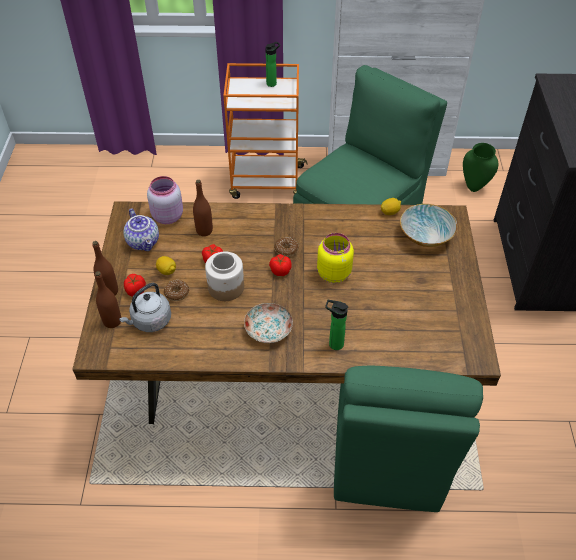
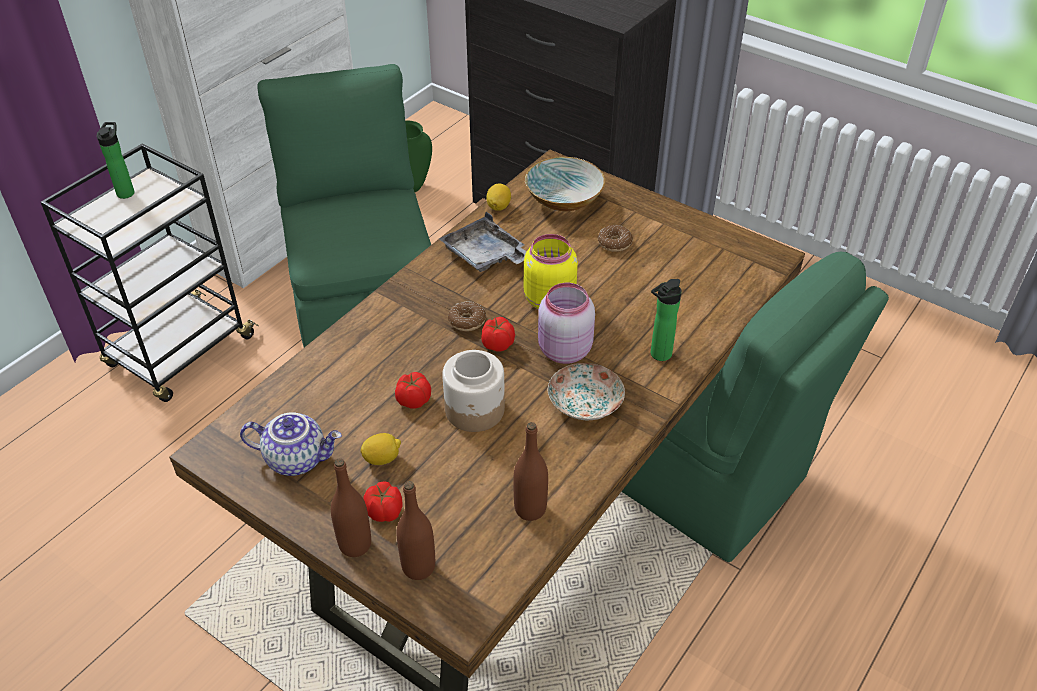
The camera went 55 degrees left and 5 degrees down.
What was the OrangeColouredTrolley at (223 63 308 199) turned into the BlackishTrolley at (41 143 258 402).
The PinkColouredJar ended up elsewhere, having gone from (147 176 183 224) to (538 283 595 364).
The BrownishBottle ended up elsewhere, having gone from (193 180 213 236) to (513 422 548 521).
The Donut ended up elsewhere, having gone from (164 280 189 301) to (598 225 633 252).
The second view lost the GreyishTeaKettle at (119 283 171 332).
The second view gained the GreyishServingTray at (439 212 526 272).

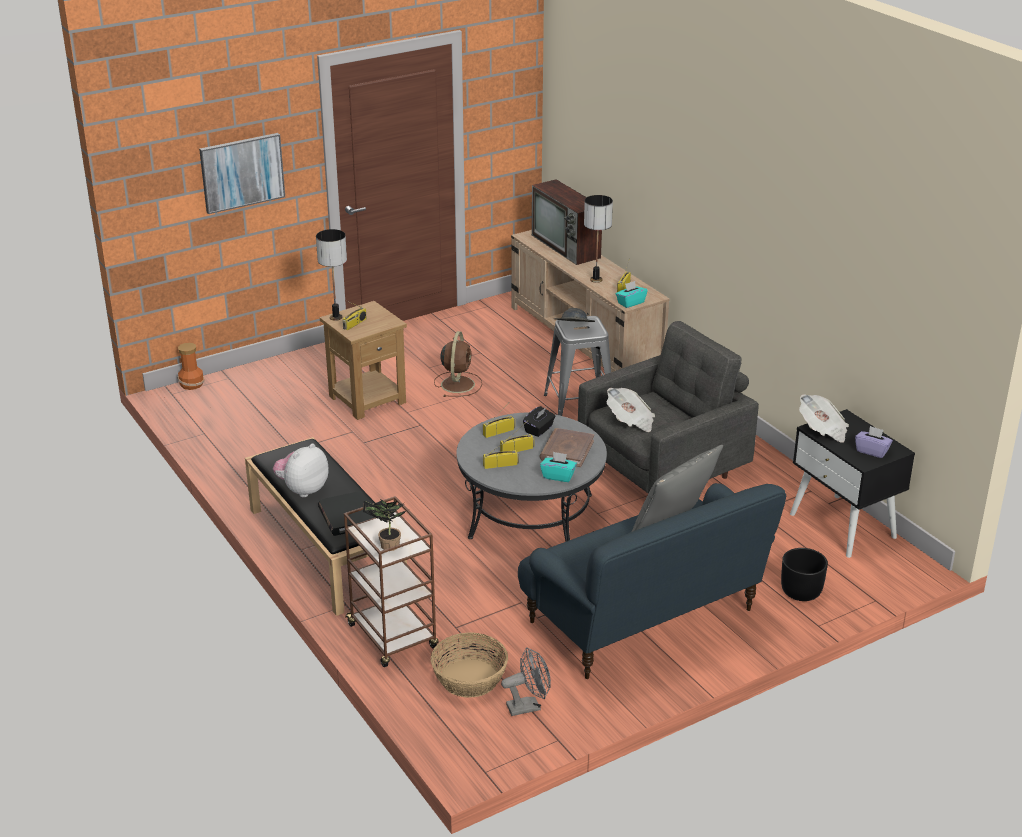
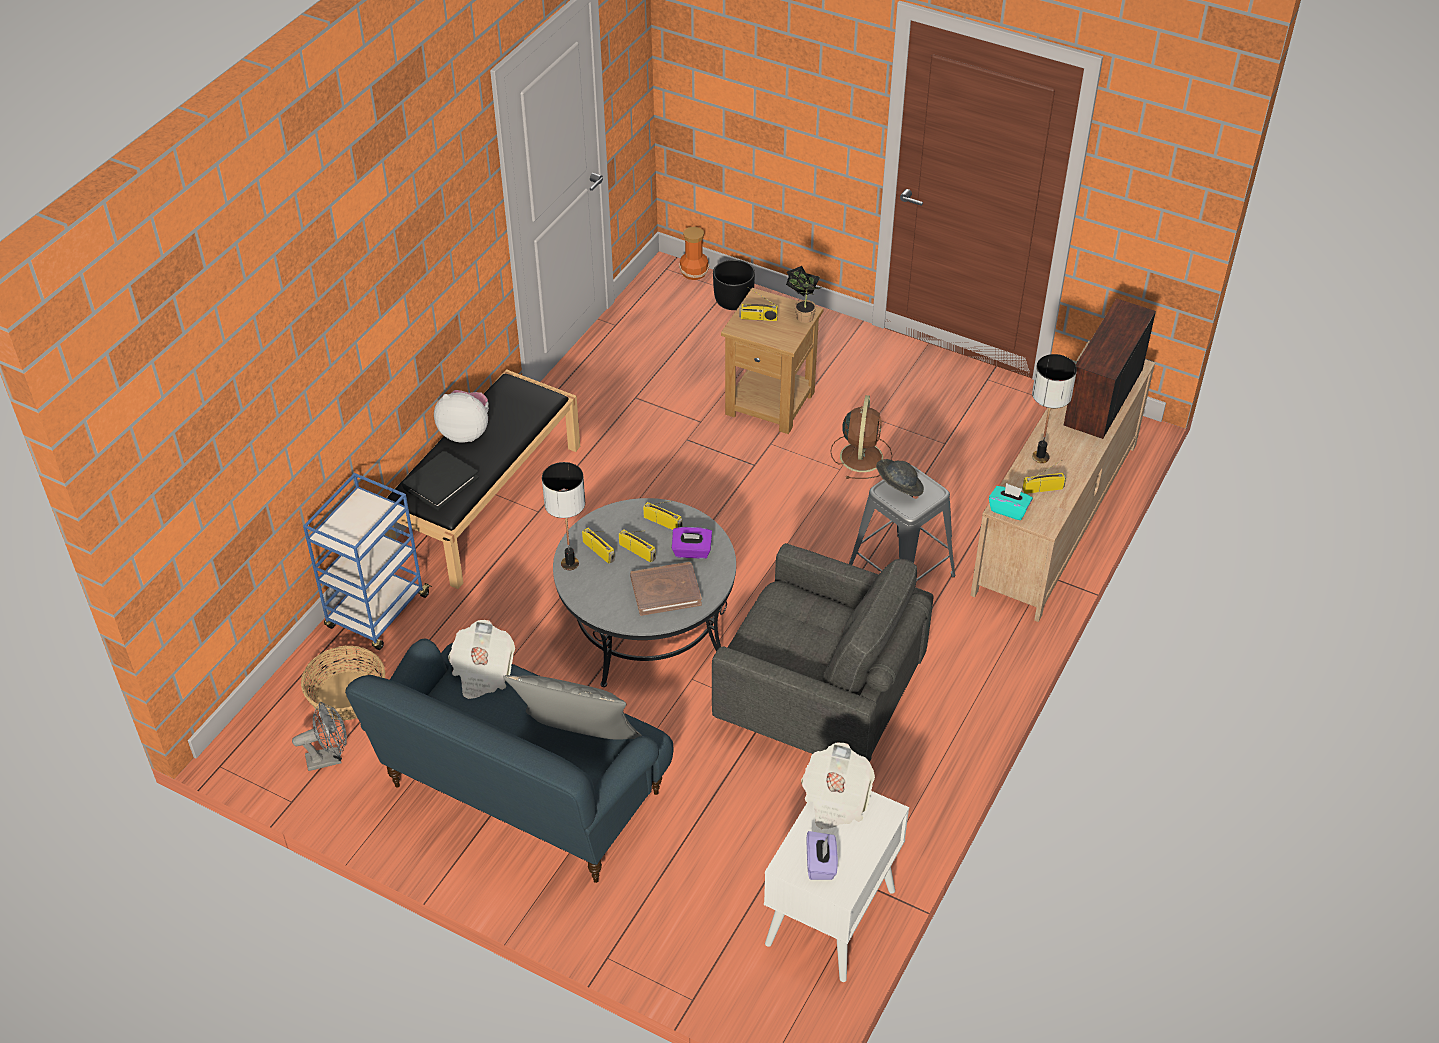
The camera went 60 degrees right and 15 degrees up.
The second view lost the WallArt at (199 133 285 214).
The TabletopLamp ended up elsewhere, having gone from (316 229 347 321) to (542 462 585 570).
The BrownishCoolingFan at (434 331 482 397) ended up facing another way, 60 degrees counterclockwise from before.
The PrintedPaper ended up elsewhere, having gone from (607 388 655 432) to (448 620 515 699).
What was the BlackishTissueHolder at (523 406 555 437) turned into the PurpleColouredTissueHolder at (672 527 712 559).
What was the BlackishNightTable at (790 409 915 558) turned into the WhitishNightTable at (764 791 909 982).
The second view lost the TurquoiseColouredTissueHolder at (540 452 577 482).
What was the BrownishTrolley at (344 496 438 667) turned into the BlueColouredTrolley at (303 473 432 650).
The PottedPlant ended up elsewhere, having gone from (363 498 408 551) to (786 266 822 323).
The BlackishFlowerPot ended up elsewhere, having gone from (781 548 828 601) to (713 260 755 310).
The GreyishCoolingFan at (501 647 551 716) ended up facing another way, 60 degrees counterclockwise from before.

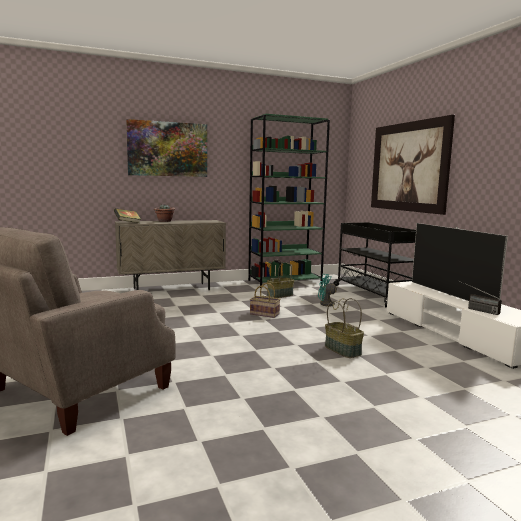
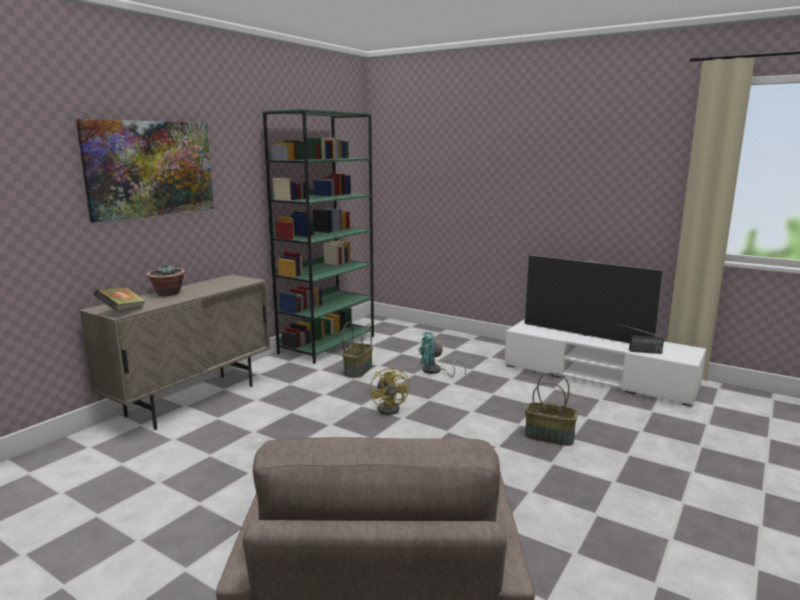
The camera went 35 degrees left and 5 degrees up.
The second view lost the WallArt at (371 115 455 215).
The second view lost the BlackishTrolley at (333 222 416 308).
Where the HouseholdBasket stood at (250 283 280 318), the YellowCoolingFan came to stand at (370 366 410 415).

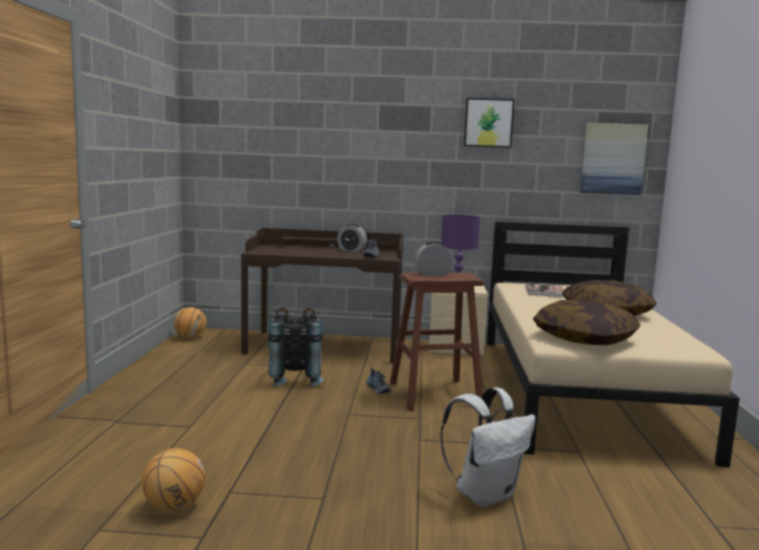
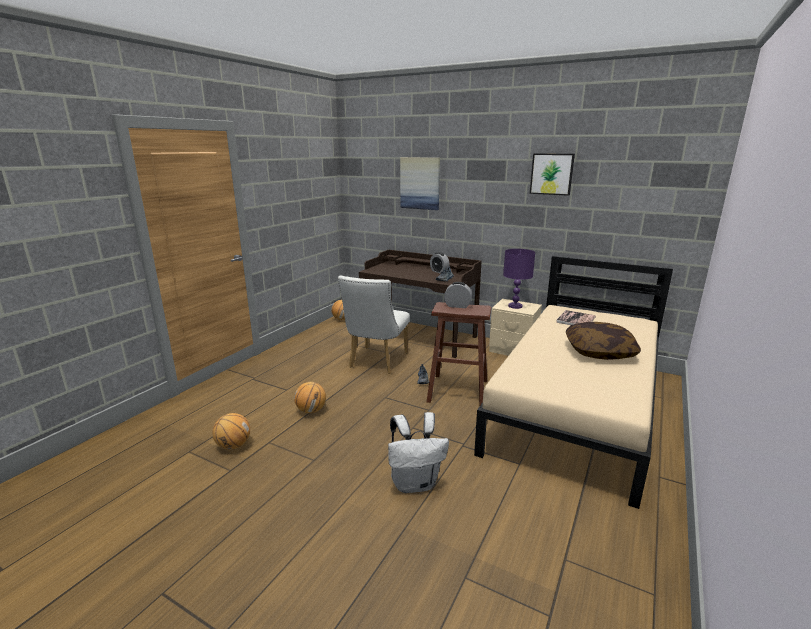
The camera went 25 degrees right and 10 degrees up.
The WallArt ended up elsewhere, having gone from (580 123 648 195) to (400 157 440 210).
The second view lost the ThrowPillow at (533 299 641 345).
Where the BlackishBackpack stood at (269 307 324 387), the WhitishPlainChair came to stand at (338 276 410 374).
The second view gained the Basketball at (294 382 326 413).

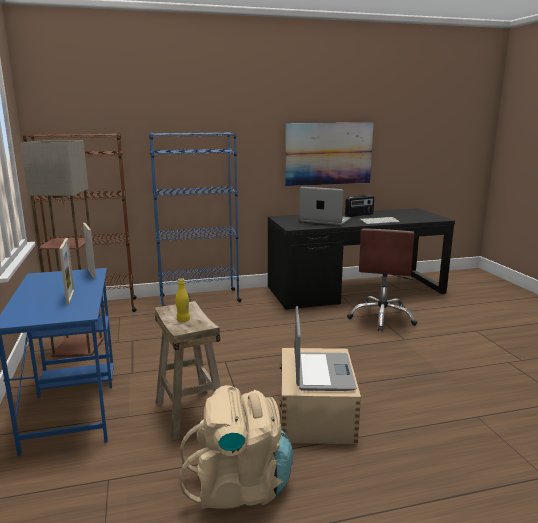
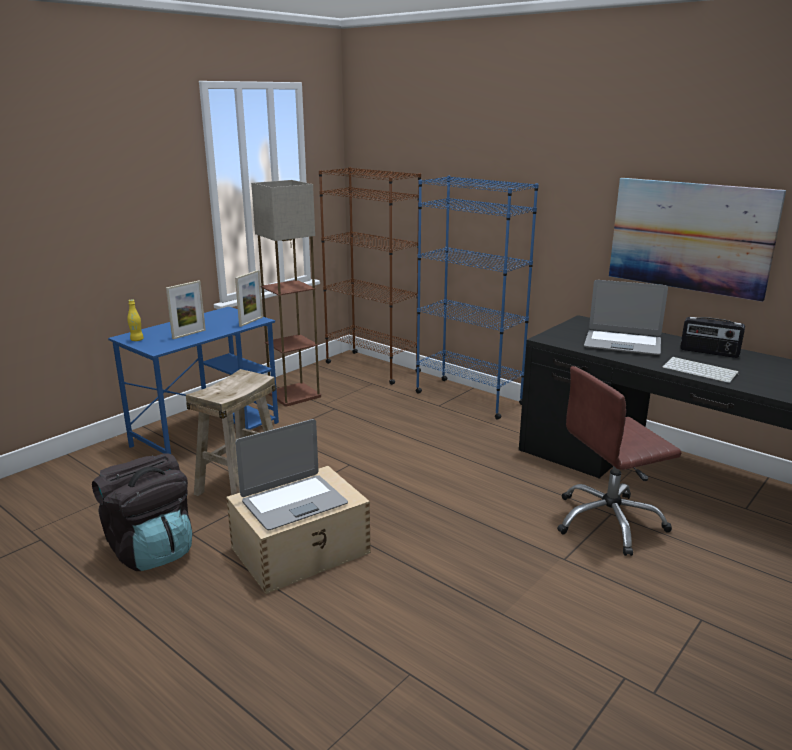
The camera went 55 degrees right and 5 degrees up.
The Laptop at (299 187 351 225) ended up facing another way, 120 degrees clockwise from before.
The YellowBottle ended up elsewhere, having gone from (176 278 190 322) to (127 300 144 341).
What was the BeigeBackpack at (179 385 293 509) turned into the BlackishBackpack at (92 453 192 571).

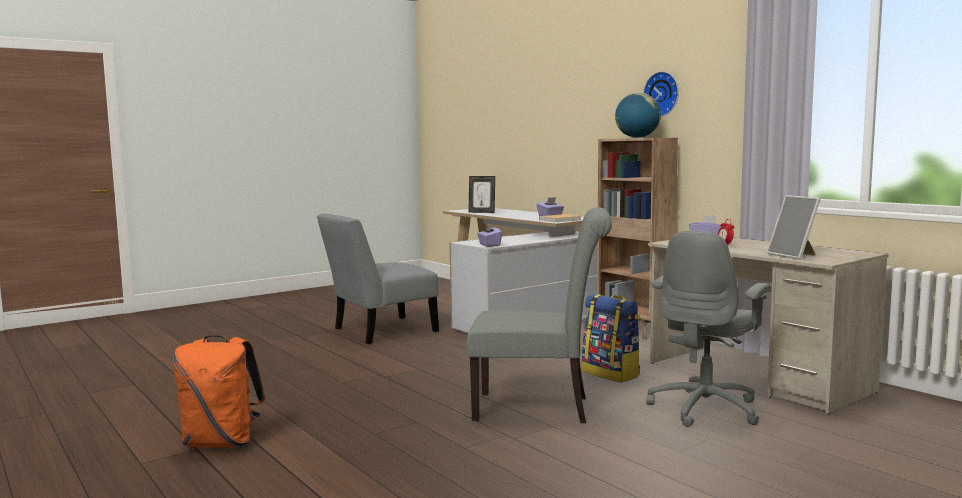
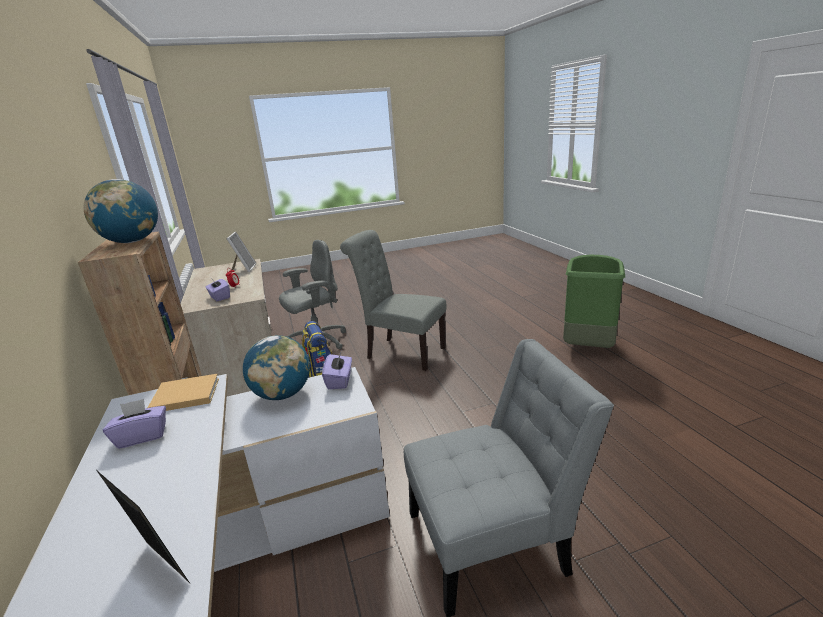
The camera went 160 degrees left and 15 degrees up.
The second view lost the HangingClock at (643 71 679 116).
Where the OrangeColouredBackpack stood at (173 335 265 448), the GreenColouredTrashCan came to stand at (563 255 625 348).
The second view gained the Globe at (243 335 310 400).

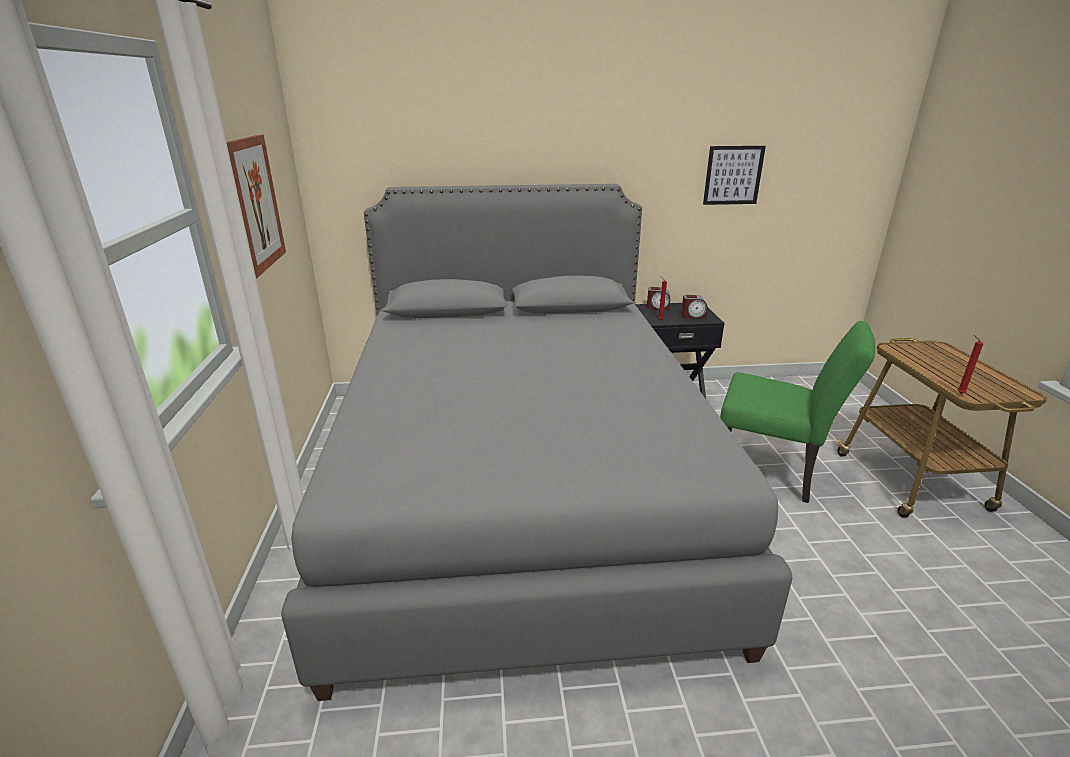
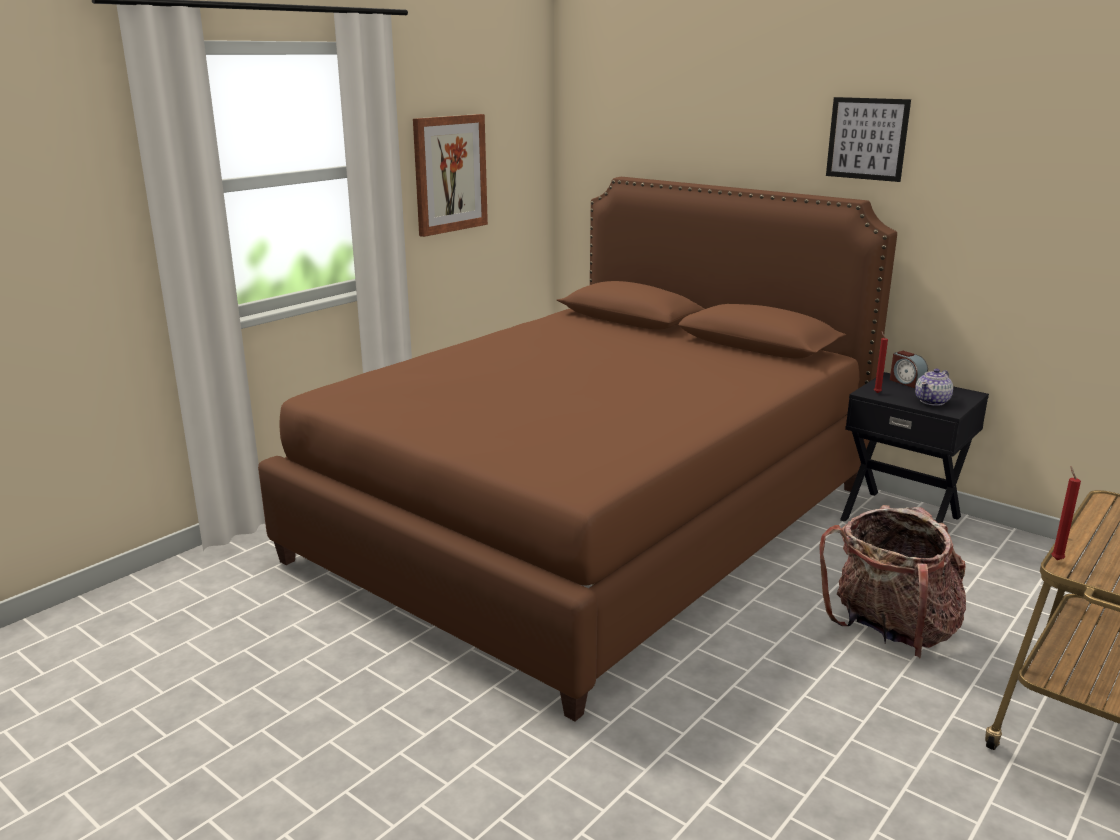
The camera went 45 degrees right and 5 degrees down.
The WallArt ended up elsewhere, having gone from (703 146 766 205) to (826 97 911 182).
What was the GreyishBedroomBed at (281 184 792 701) turned into the BrownishBedroomBed at (258 177 897 721).
Where the TableClock stood at (681 295 707 318), the TeaPot came to stand at (915 369 953 406).
Where the GreenColouredPlainChair stood at (720 321 875 503), the Backpack came to stand at (819 505 966 659).

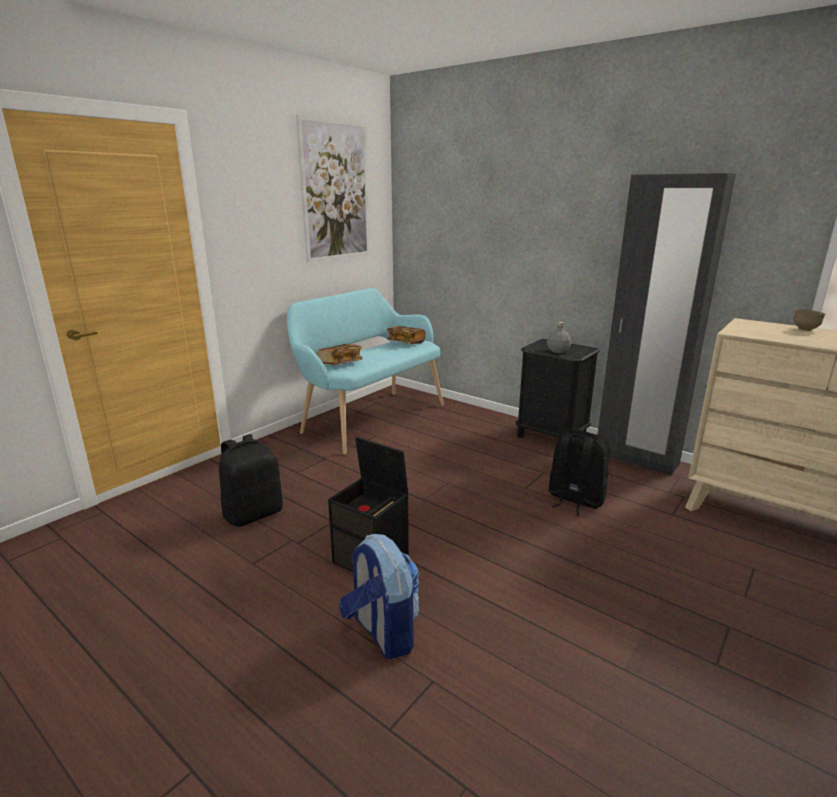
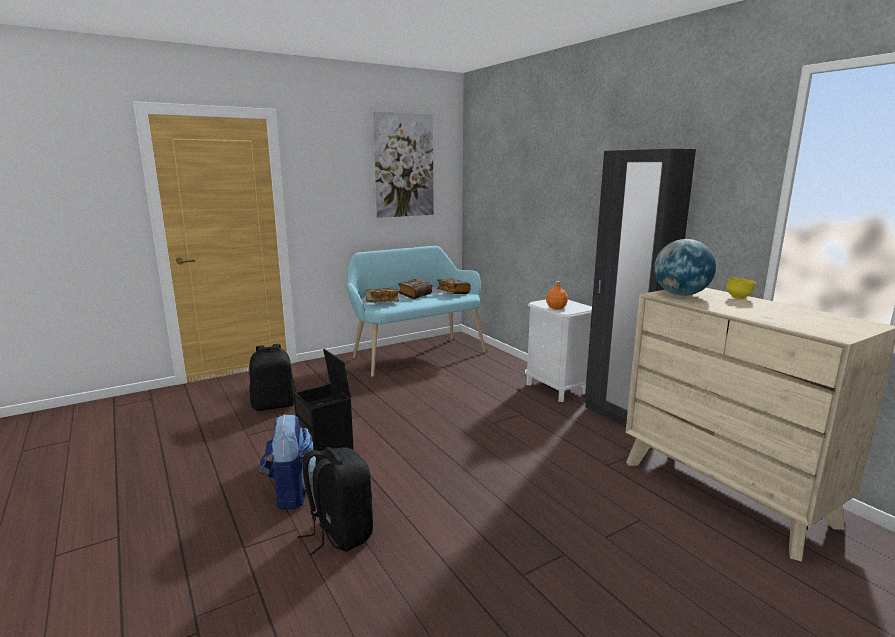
The camera went 20 degrees right and 5 degrees down.
What was the BrownishServingBowl at (793 309 826 331) turned into the YellowServingBowl at (726 277 756 299).
What was the GreyishBottle at (547 322 572 353) turned into the OrangeColouredBottle at (546 281 568 309).
What was the BlackishNightTable at (515 339 600 438) turned into the WhitishNightTable at (525 299 592 402).
The BlackishBackpack ended up elsewhere, having gone from (548 430 610 516) to (298 447 373 556).
The second view gained the Globe at (654 239 716 296).
The second view gained the BoundBook at (398 279 432 299).

